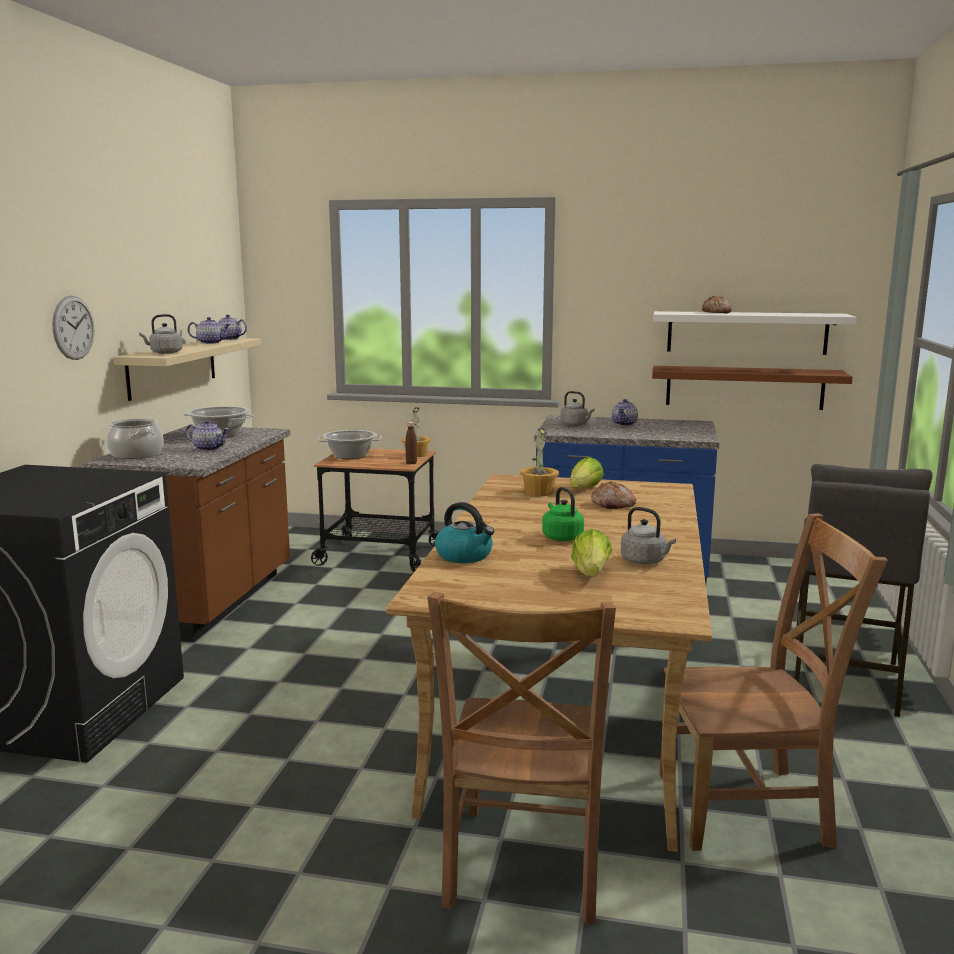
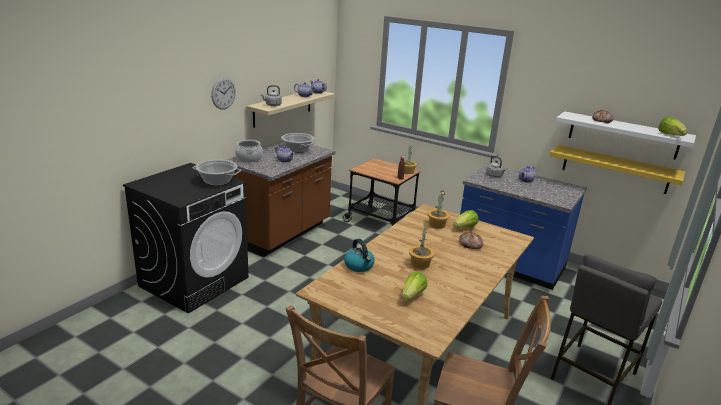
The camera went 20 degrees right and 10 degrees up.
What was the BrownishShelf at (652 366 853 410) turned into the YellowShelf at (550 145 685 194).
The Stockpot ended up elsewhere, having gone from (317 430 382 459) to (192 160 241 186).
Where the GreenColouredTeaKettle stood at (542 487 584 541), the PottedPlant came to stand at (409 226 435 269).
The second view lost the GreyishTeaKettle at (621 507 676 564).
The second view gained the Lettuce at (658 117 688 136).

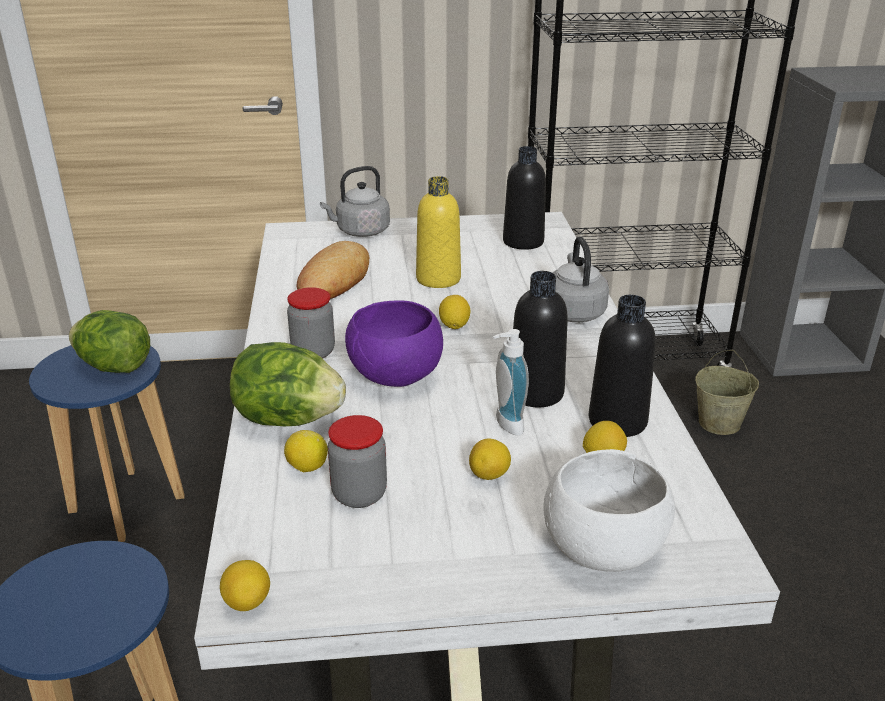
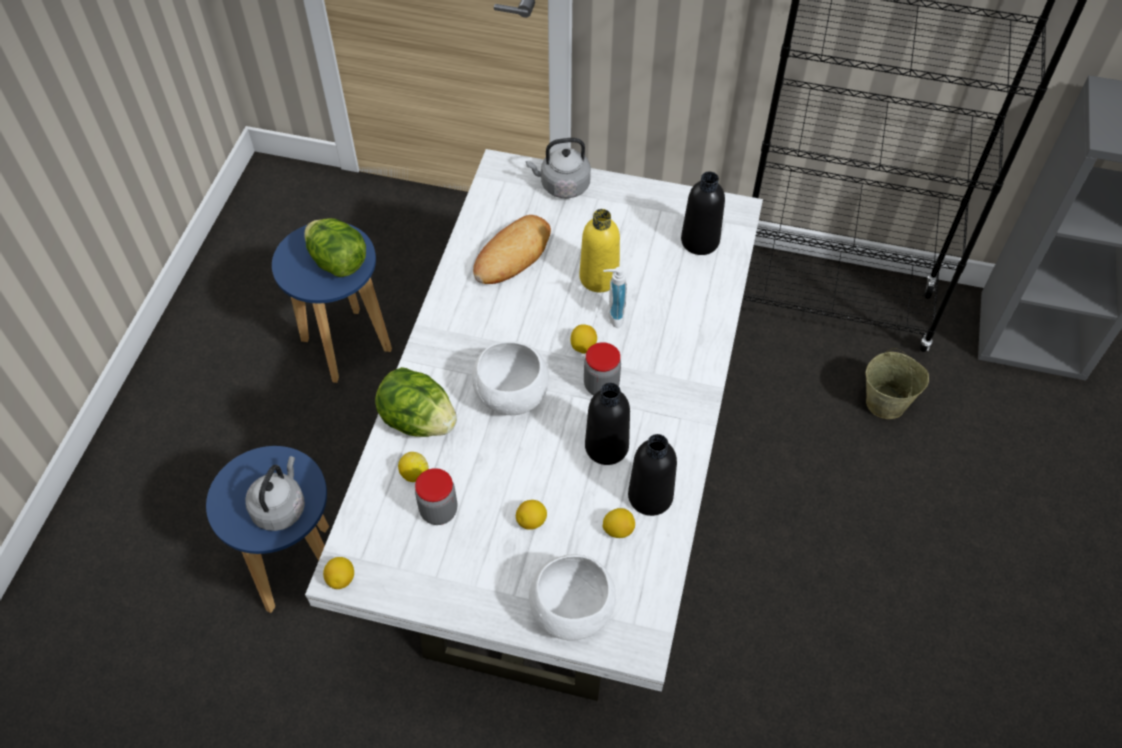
The camera went 20 degrees right and 25 degrees up.
The GreyishTeaKettle ended up elsewhere, having gone from (552 236 609 322) to (245 456 305 531).
The Jar ended up elsewhere, having gone from (287 287 335 358) to (584 342 621 396).
What was the PurpleColouredServingBowl at (345 300 443 387) turned into the WhitishServingBowl at (472 341 549 415).
The SoapBottle ended up elsewhere, having gone from (493 329 529 435) to (603 267 627 328).

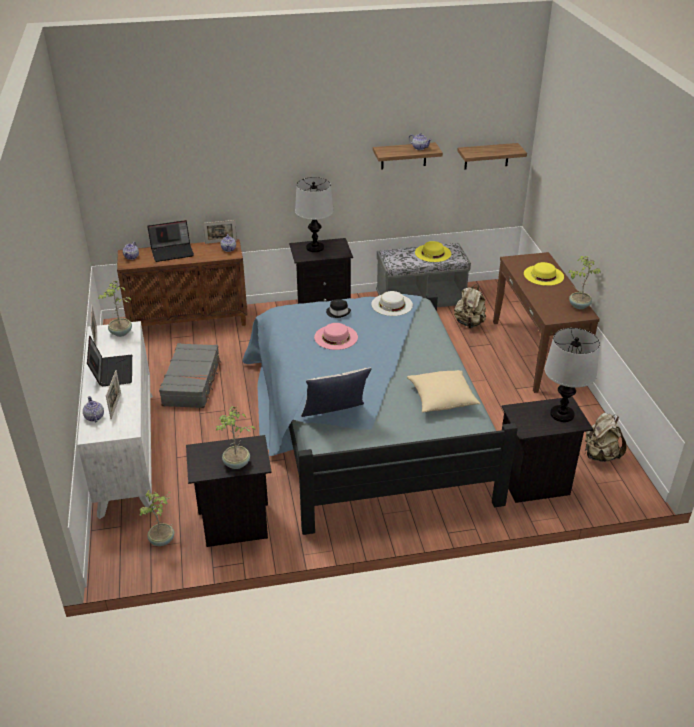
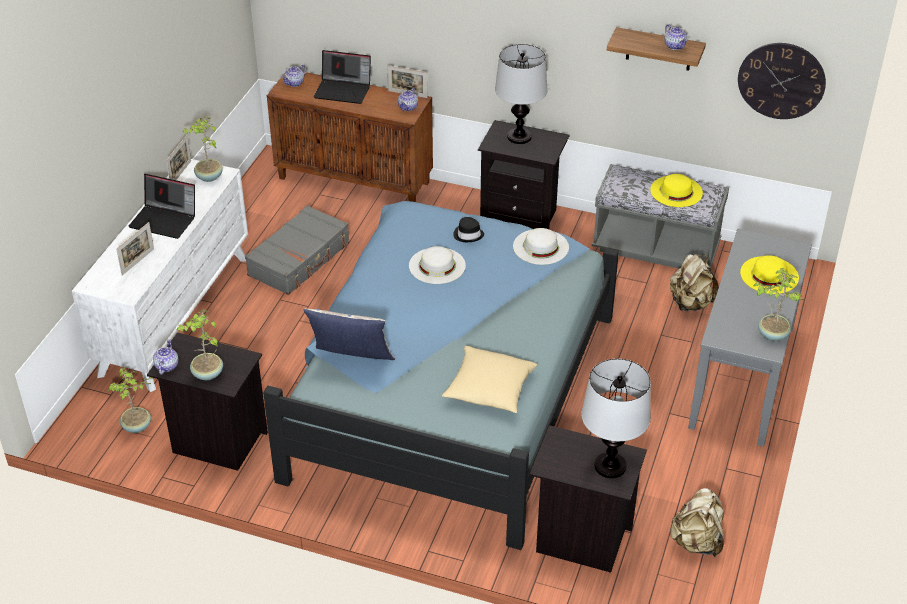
The camera went 30 degrees right and 5 degrees up.
Where the Shelf hung at (457 143 527 170), the HangingClock came to hang at (738 43 826 119).
What was the BrownishConsoleTable at (493 252 600 393) turned into the GreyishConsoleTable at (688 229 812 447).
What was the PinkColouredHat at (314 323 358 350) turned into the WhitishHat at (409 246 466 284).
The Laptop at (87 336 132 386) ended up facing another way, 90 degrees clockwise from before.
The TeaPot ended up elsewhere, having gone from (83 396 104 422) to (153 339 179 375).

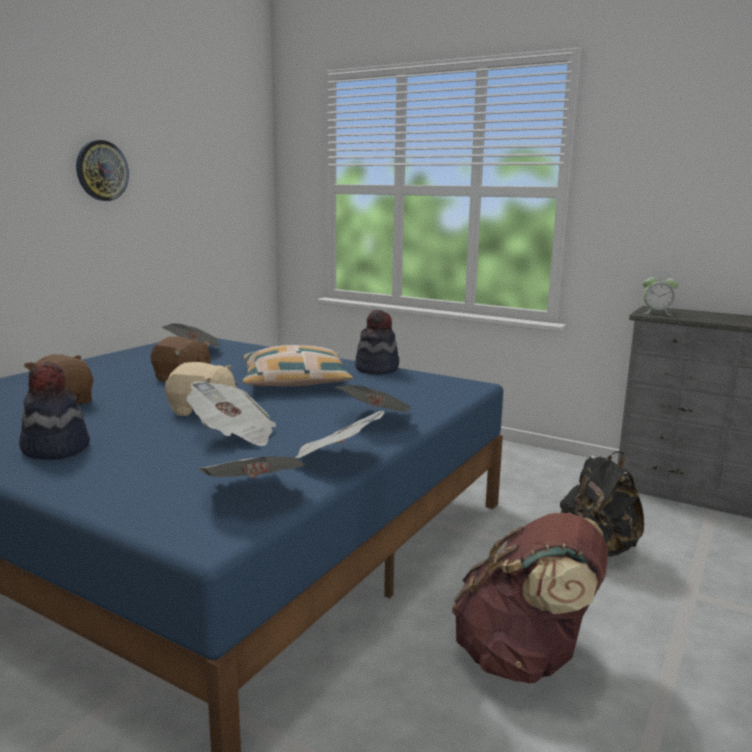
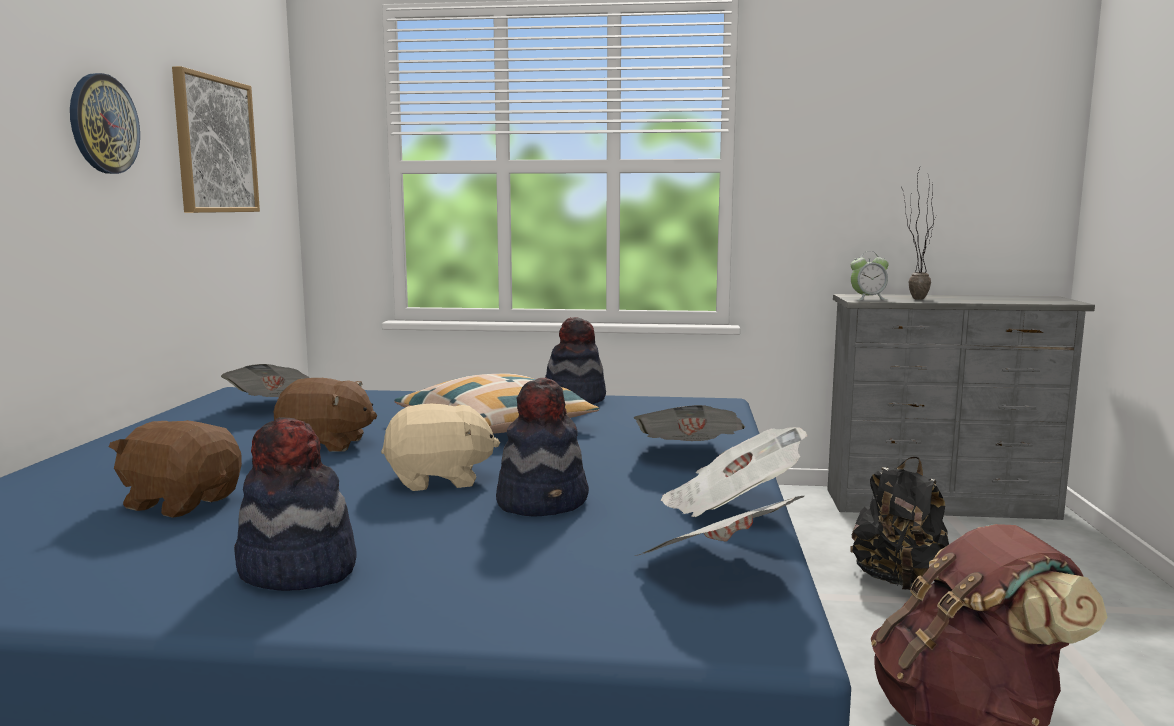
The camera went 25 degrees left and 5 degrees down.
Where the PrintedPaper stood at (186 381 276 446), the Hat came to stand at (496 377 589 516).
The second view gained the WallArt at (172 66 260 213).
The second view gained the PottedPlant at (901 168 934 300).

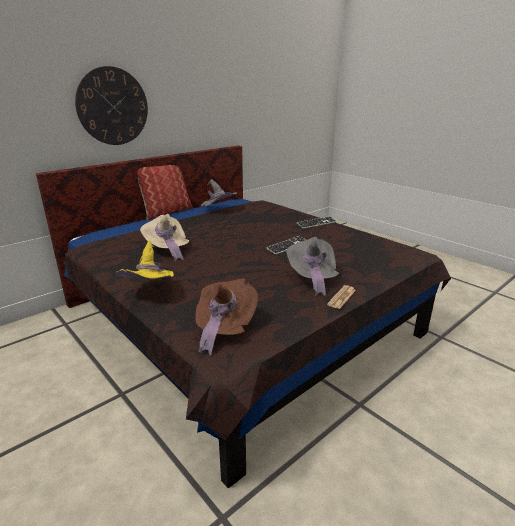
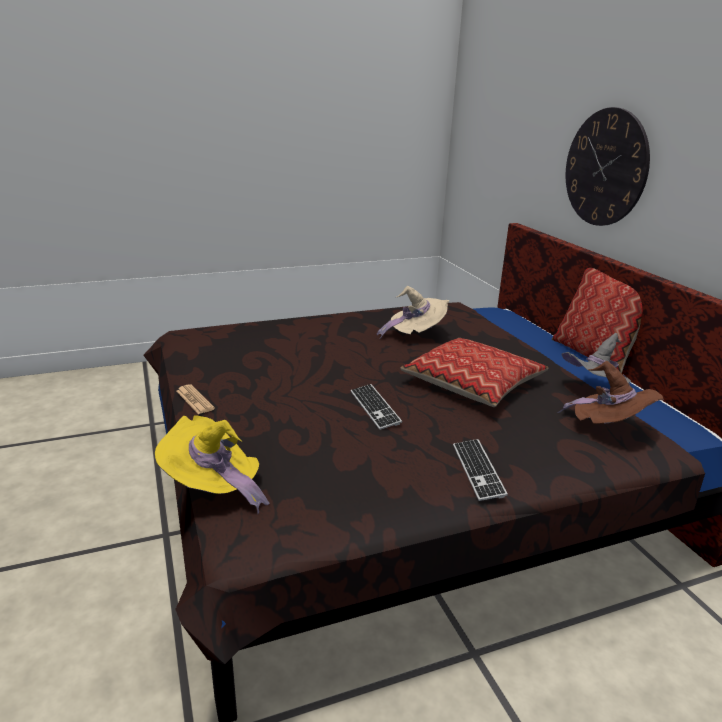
The camera went 110 degrees right and 0 degrees up.
The second view lost the GreyishHat at (286 237 339 296).
The YellowHat ended up elsewhere, having gone from (116 241 174 279) to (155 415 270 514).
The BrownishHat ended up elsewhere, having gone from (195 279 258 355) to (558 361 664 424).
The second view gained the ThrowPillow at (400 338 549 407).

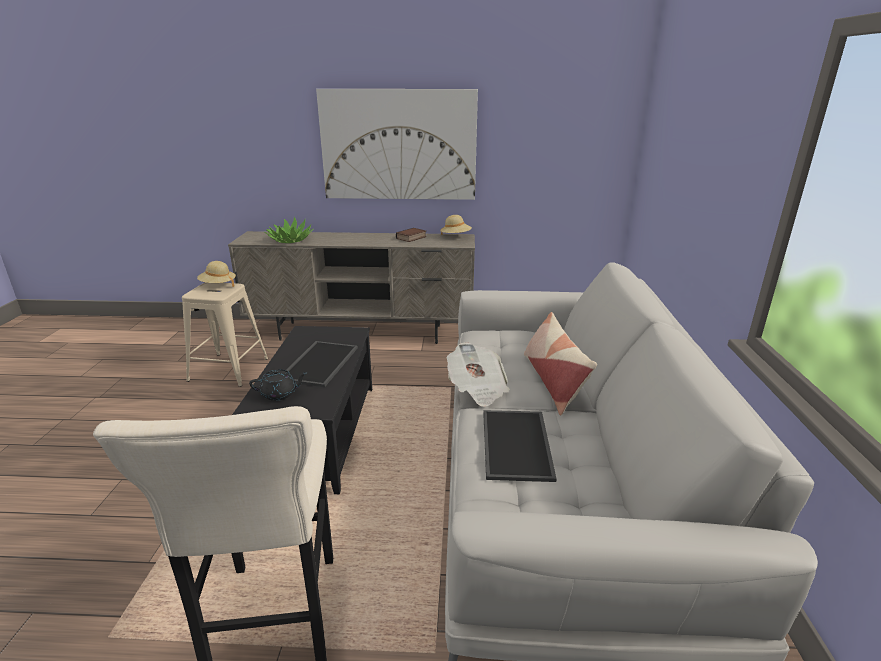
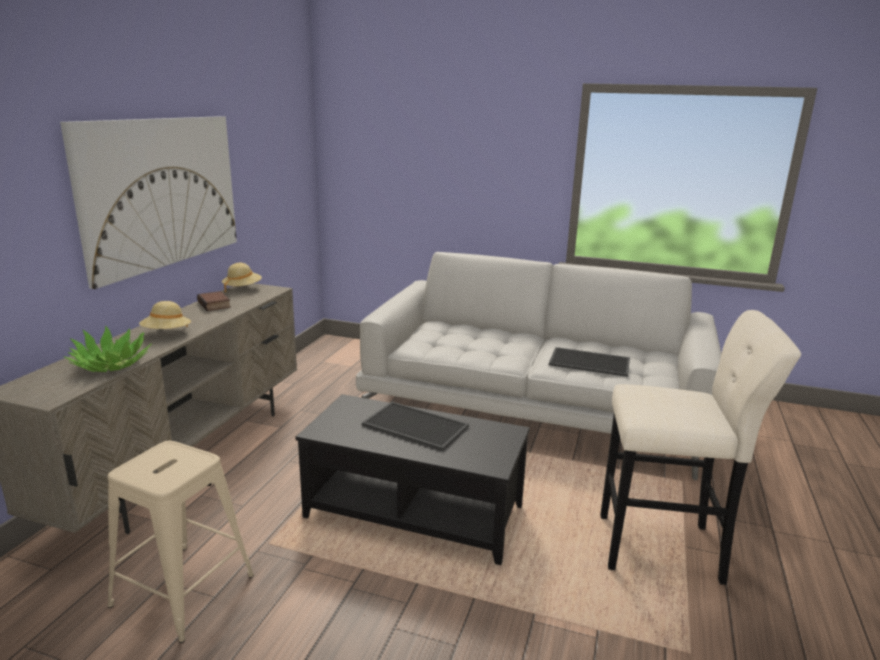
The camera went 75 degrees left and 5 degrees down.
The BeigeHat ended up elsewhere, having gone from (197 261 236 287) to (139 301 191 329).
The second view lost the ThrowPillow at (524 312 597 415).
The second view lost the PrintedPaper at (447 342 510 407).
The second view lost the BlackishTeaPot at (249 369 307 401).

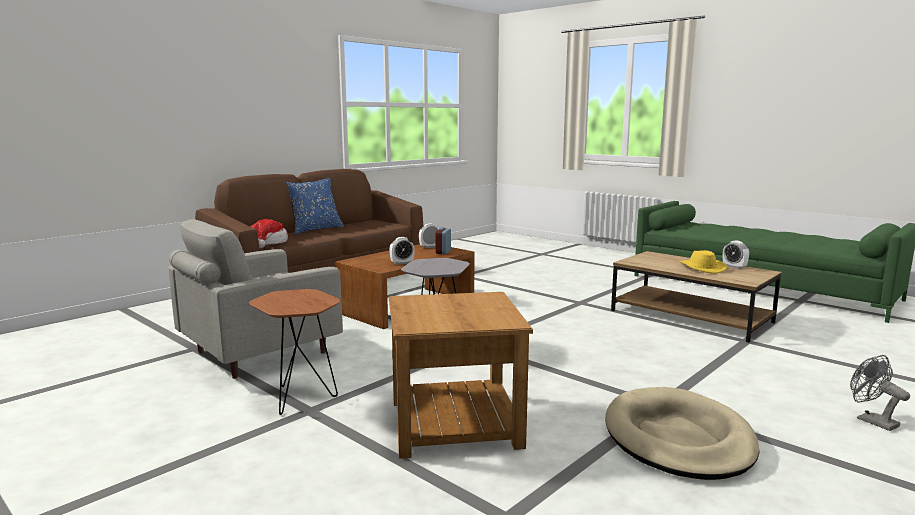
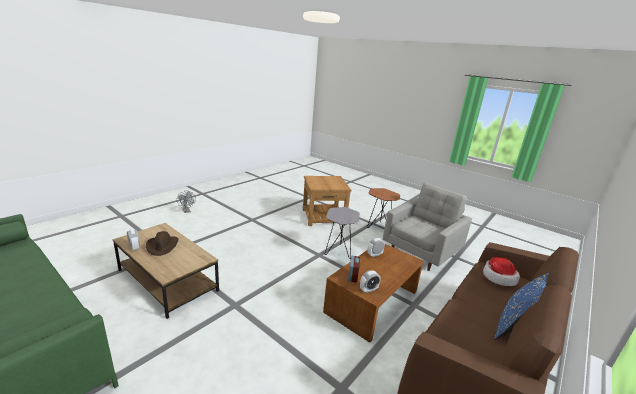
The camera went 175 degrees right and 10 degrees up.
What was the YellowHat at (679 250 727 274) turned into the BrownishHat at (146 231 178 256).
The second view lost the BeigePetBed at (605 387 760 480).

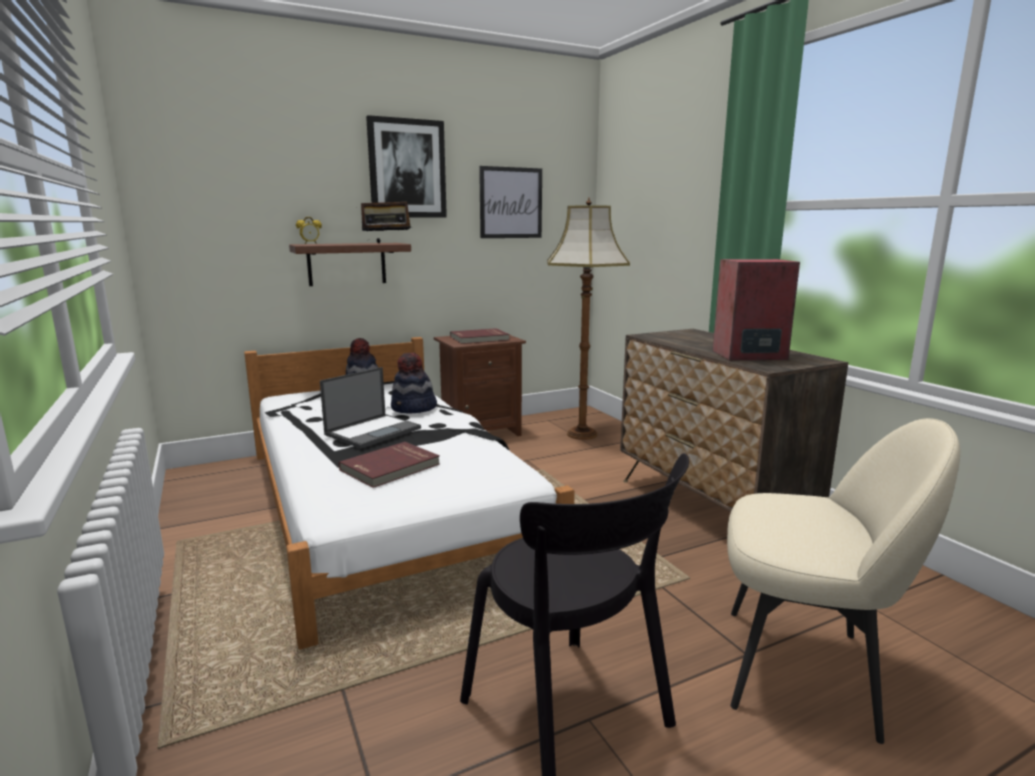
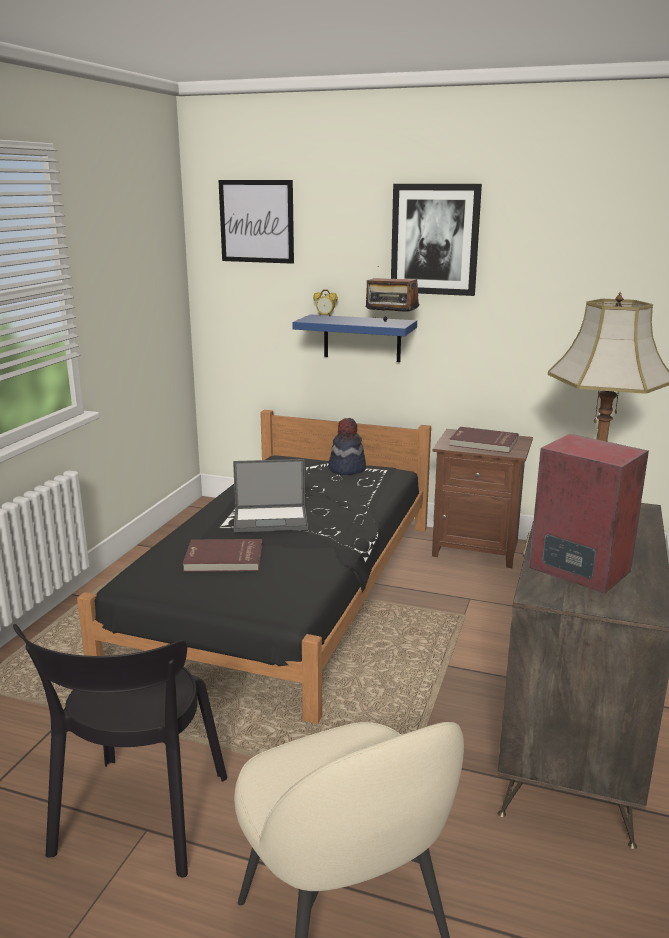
The camera went 45 degrees right and 5 degrees up.
The WallArt ended up elsewhere, having gone from (479 166 542 238) to (219 180 294 264).
What was the BrownishShelf at (289 243 411 286) turned into the BlueColouredShelf at (292 314 417 362).
What was the WhitishBedroomBed at (244 337 575 650) turned into the BlackishBedroomBed at (77 410 431 724).
The second view lost the Hat at (391 353 437 414).

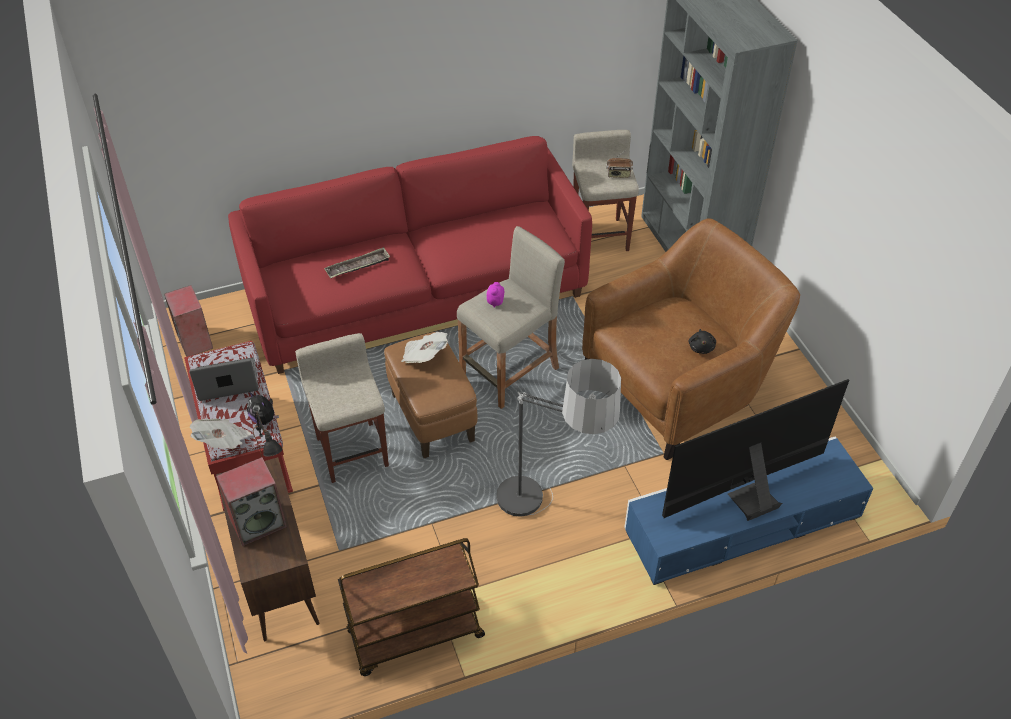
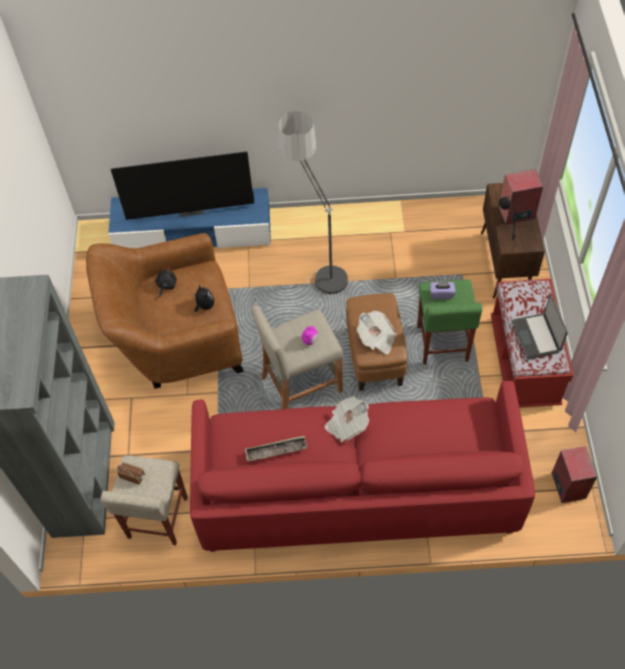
The camera went 160 degrees left and 10 degrees up.
The ServingTray ended up elsewhere, having gone from (324 247 390 278) to (245 436 307 461).
What was the BeigeSittingStool at (295 333 389 483) turned into the GreenColouredSittingStool at (417 279 482 365).
The Laptop at (189 357 259 401) ended up facing another way, 75 degrees clockwise from before.
The SoftToy ended up elsewhere, having gone from (247 392 279 425) to (193 284 214 312).
The PrintedPaper ended up elsewhere, having gone from (190 419 251 449) to (325 396 369 442).
The second view lost the BrownishTrolley at (338 538 485 676).
The second view gained the PurpleColouredTissueHolder at (430 281 456 299).

